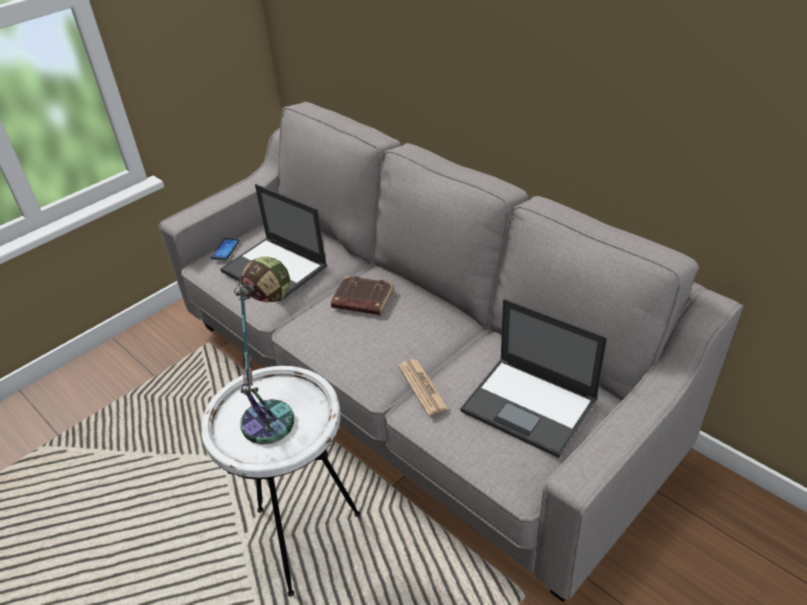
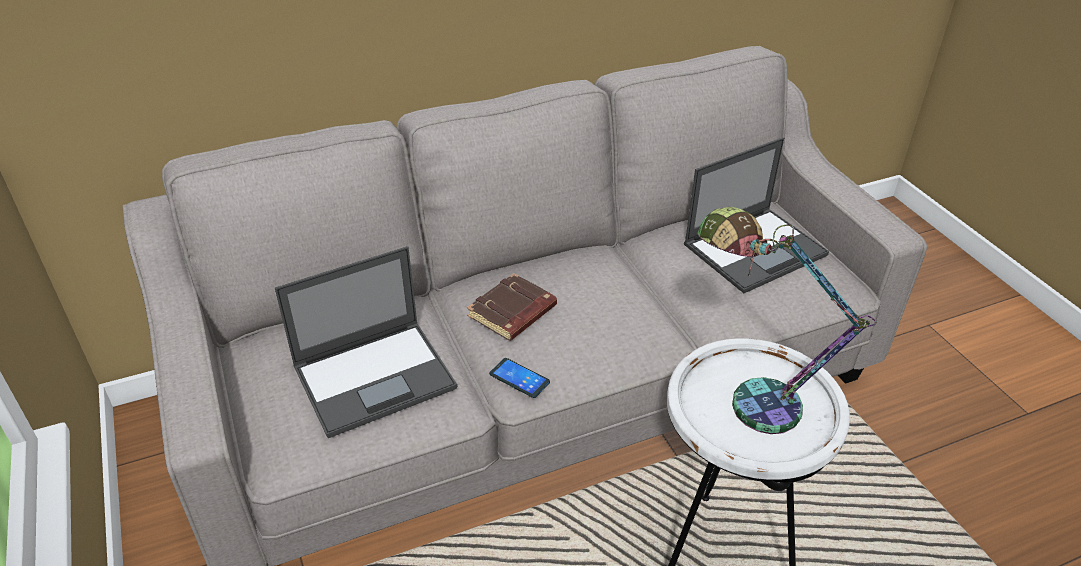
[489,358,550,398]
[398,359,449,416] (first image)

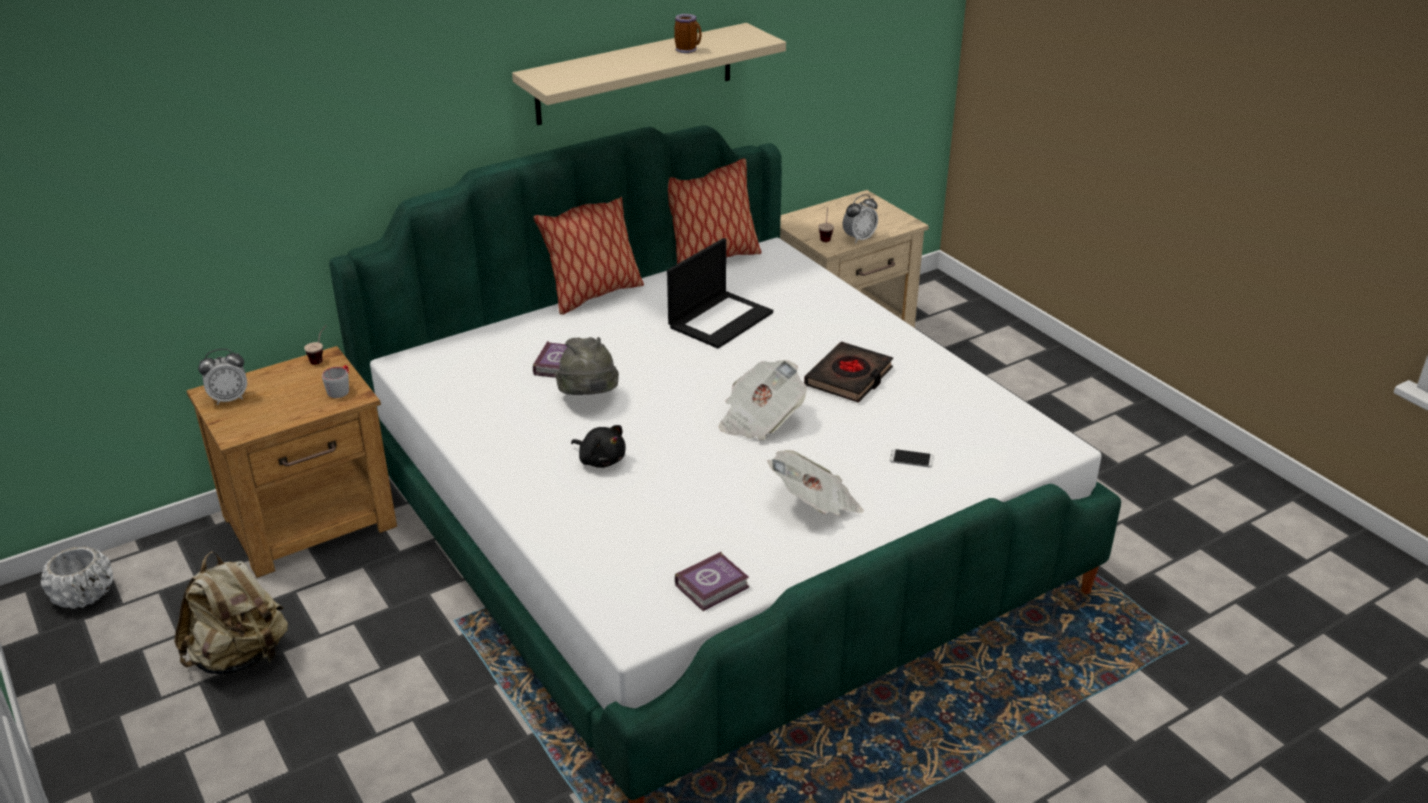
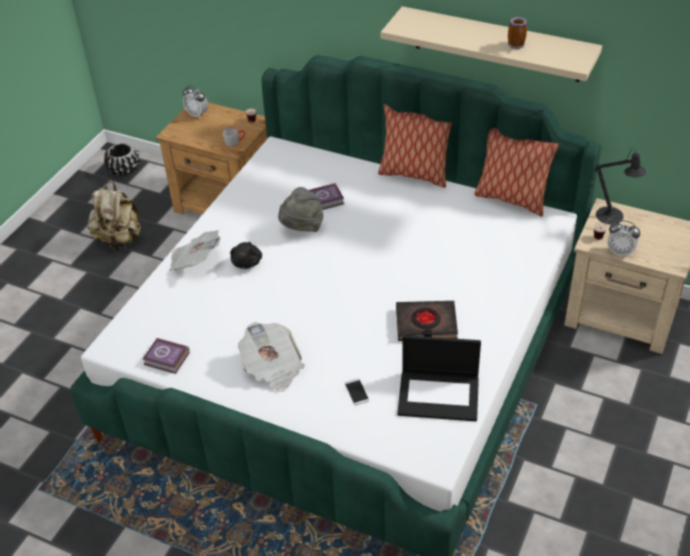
[104,143,140,176]
[397,335,481,421]
[169,230,220,271]
[596,148,647,225]

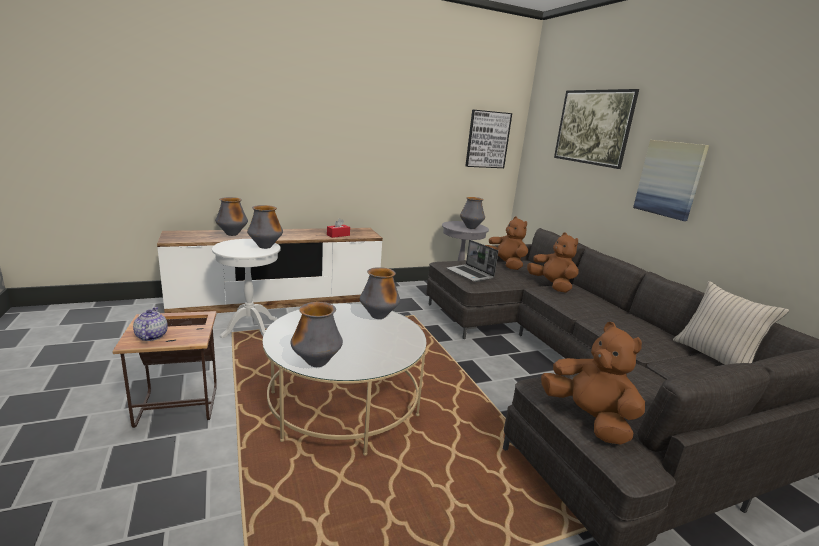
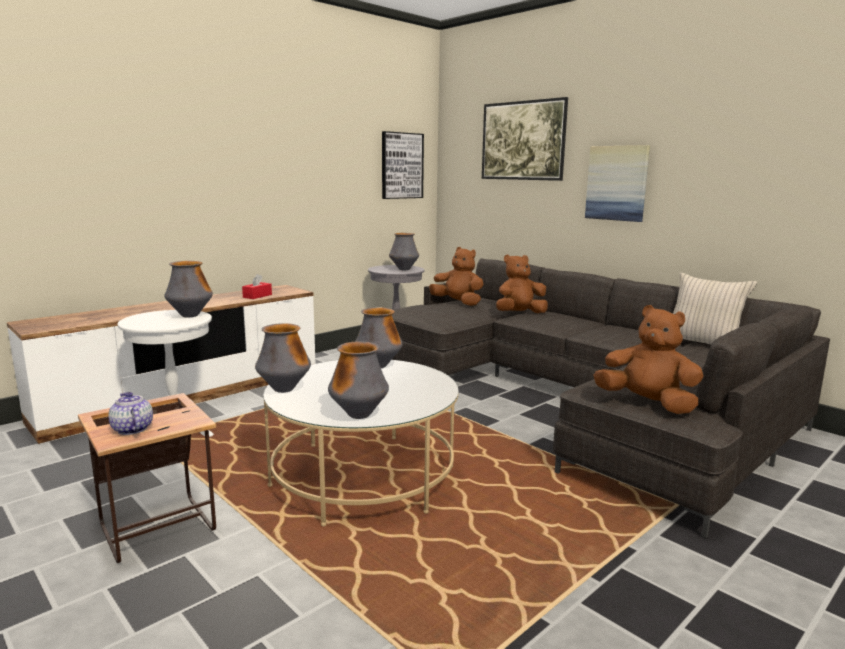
[255,323,311,393]
[446,240,498,282] (first image)
[496,254,548,313]

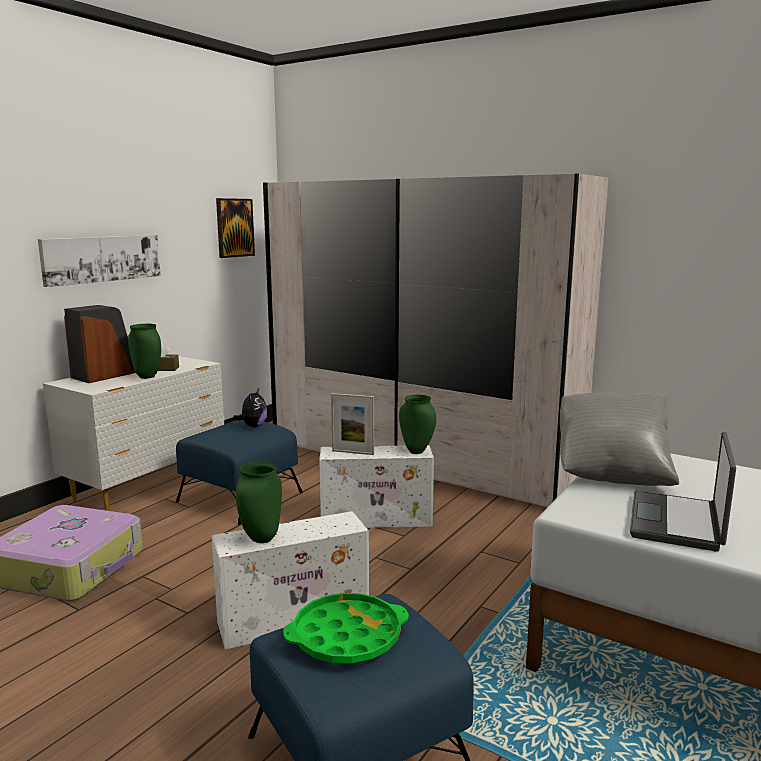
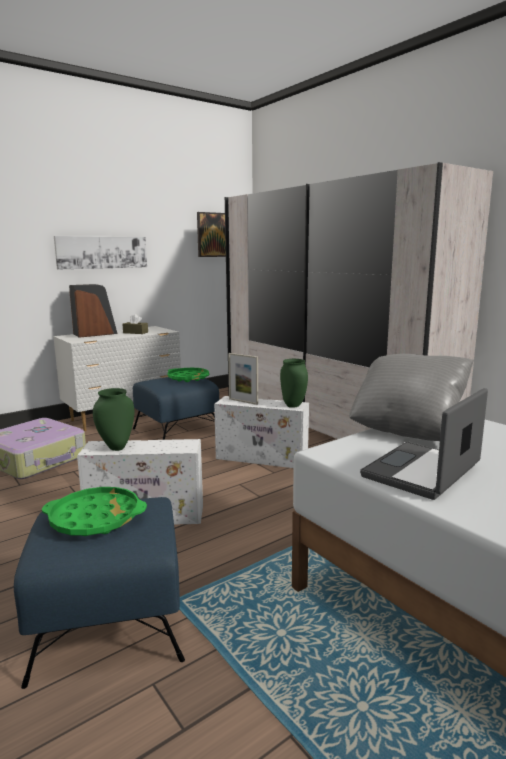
[128,324,161,379] (first image)
[167,368,209,382]

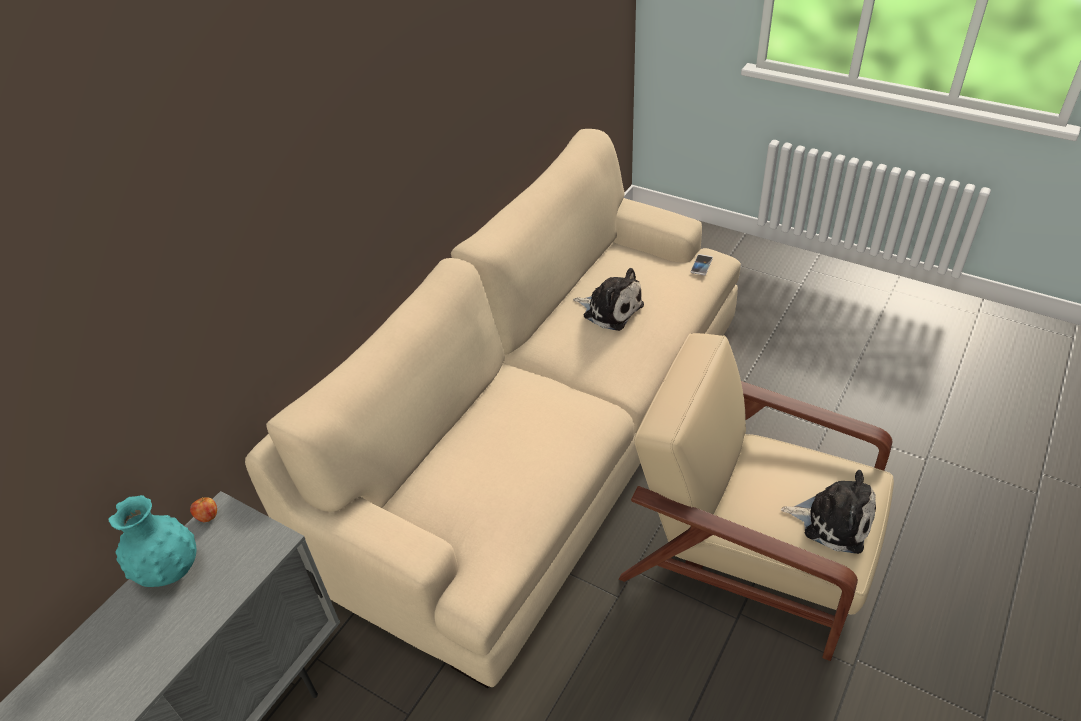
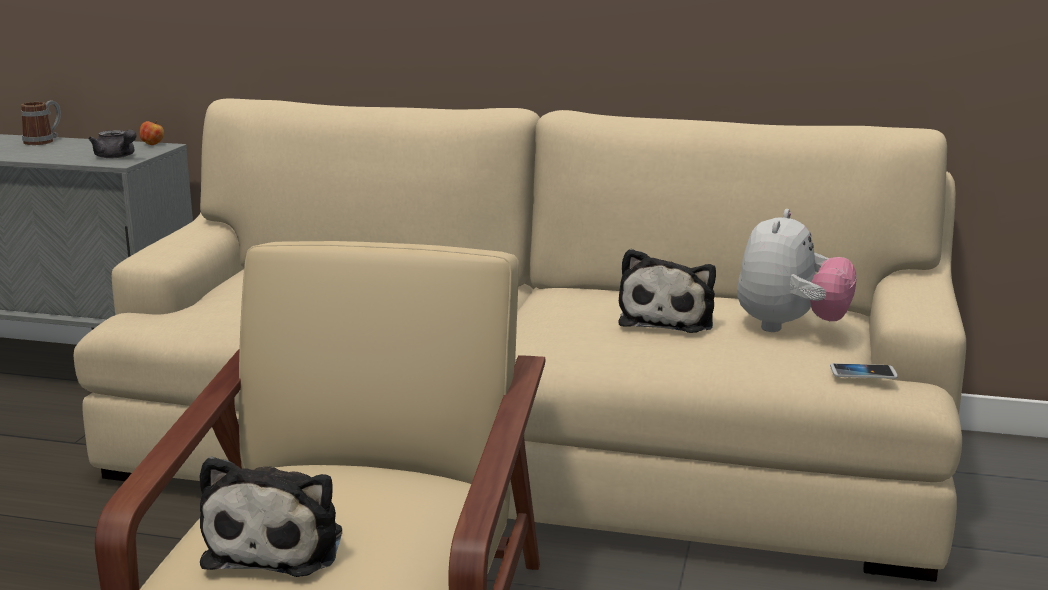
[108,495,196,587] (first image)
[21,101,61,145]
[88,129,137,158]
[737,209,857,332]

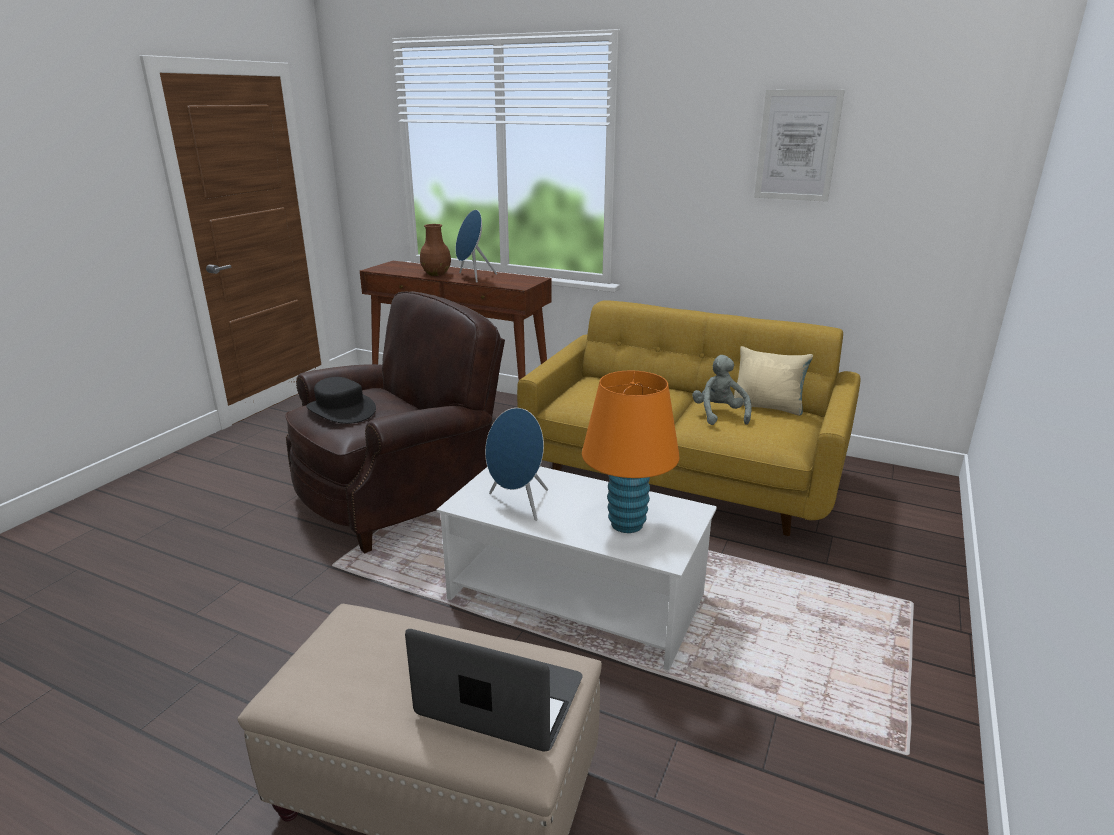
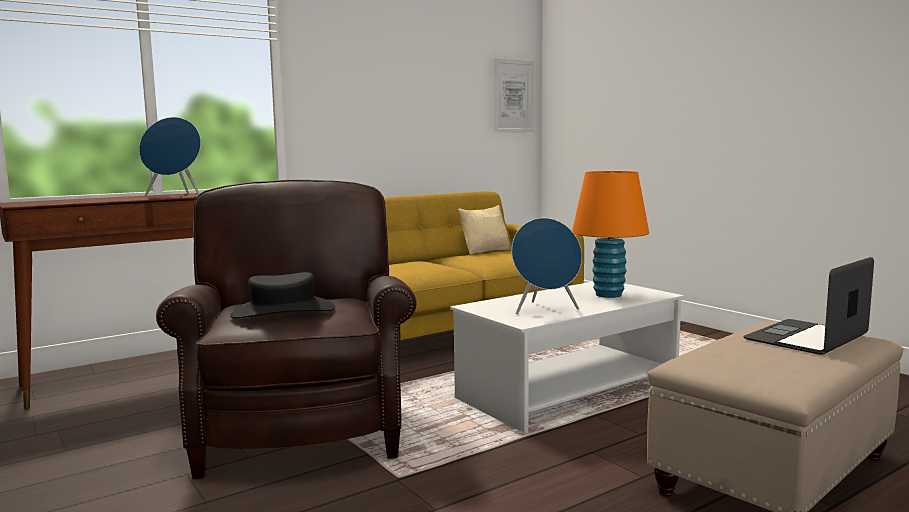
[420,224,451,276] (first image)
[692,355,752,425] (first image)
[493,58,534,132]

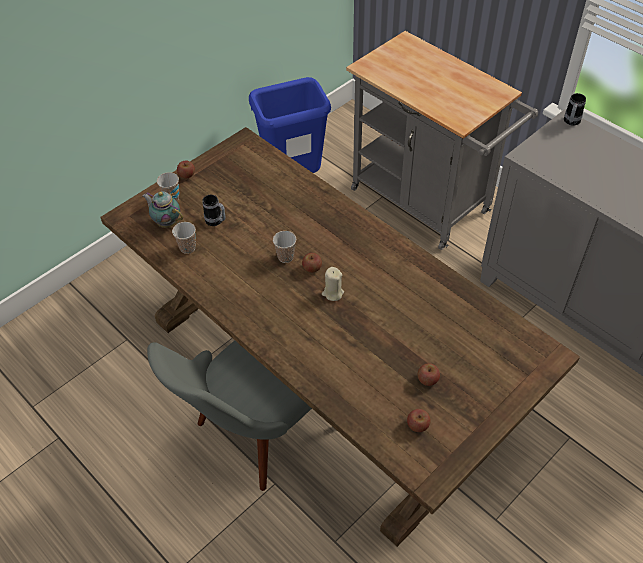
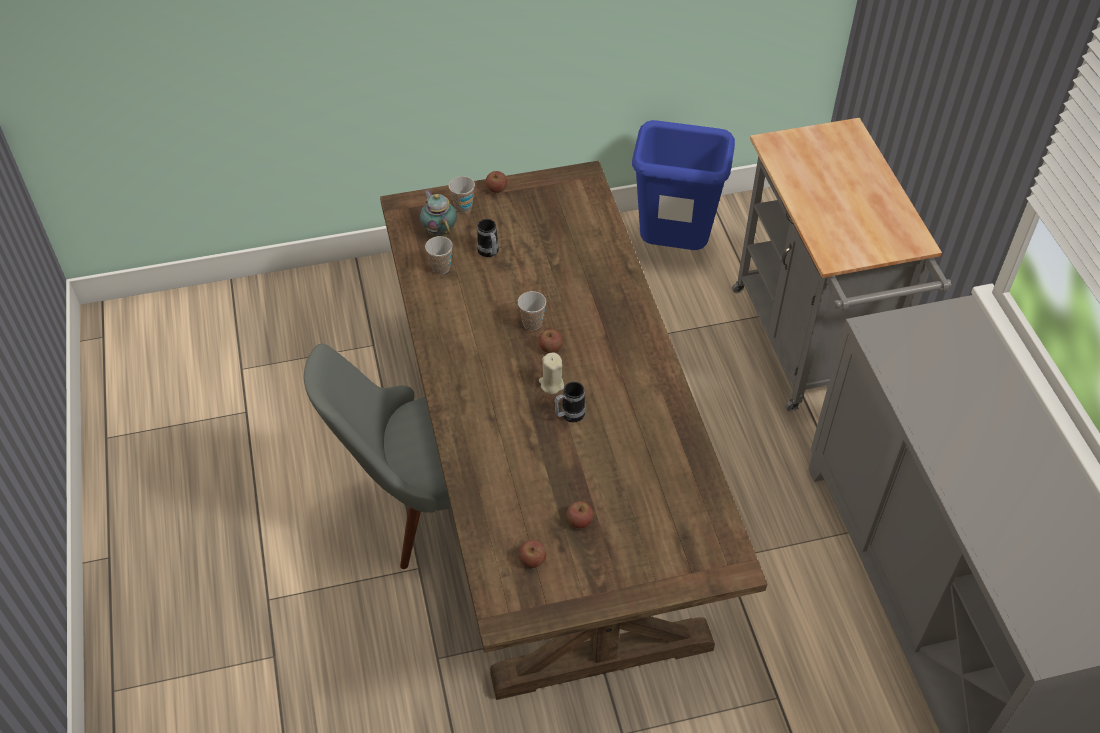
[554,382,586,422]

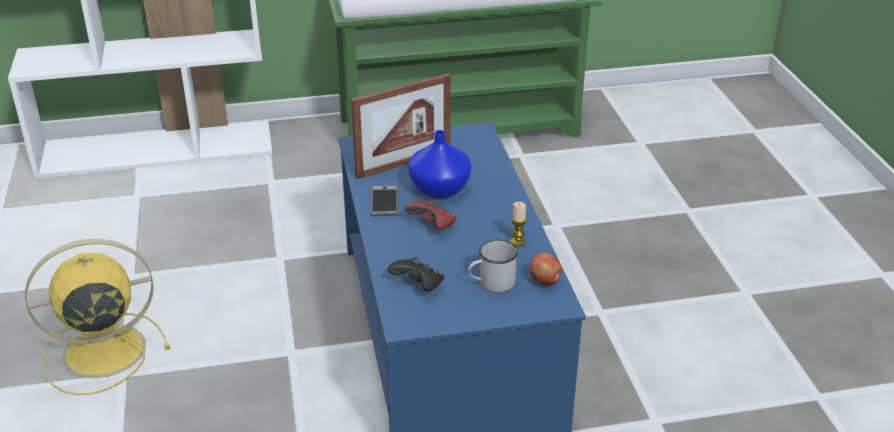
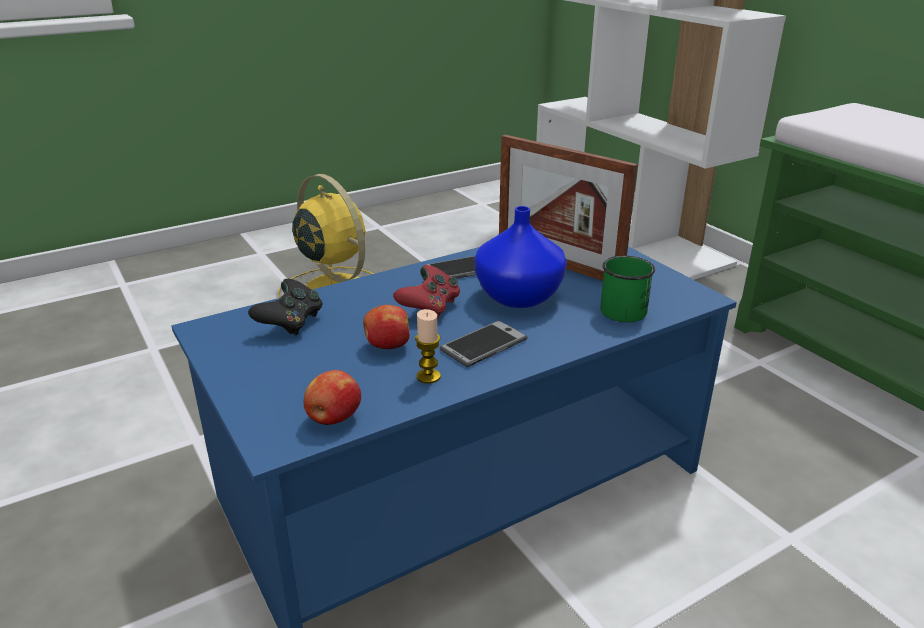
[468,240,518,292] (first image)
[363,305,410,349]
[440,321,528,367]
[600,256,655,322]

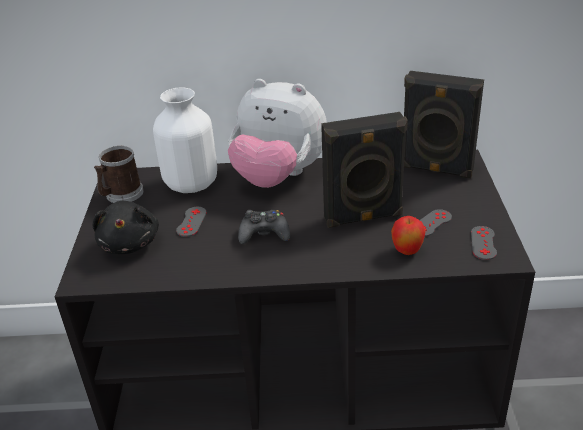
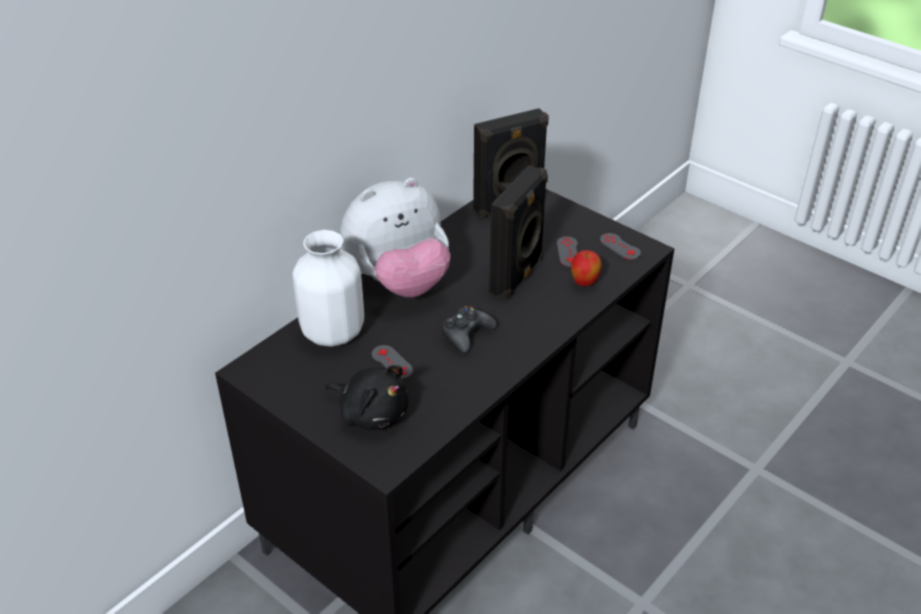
[94,146,144,203] (first image)

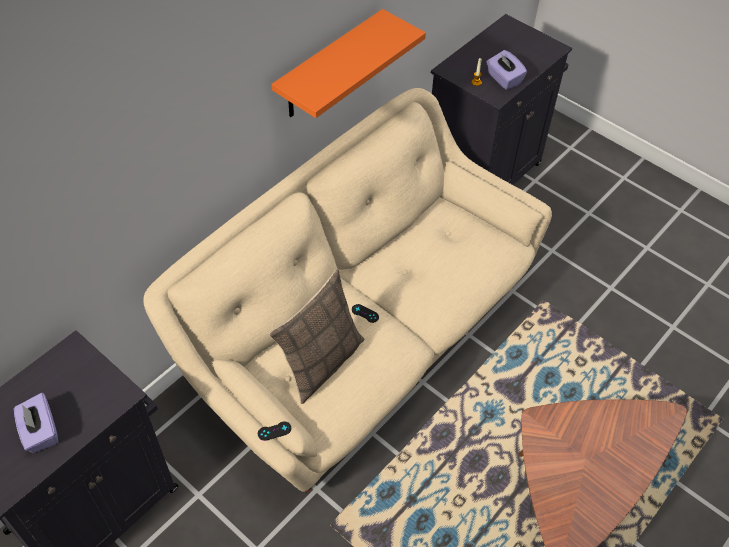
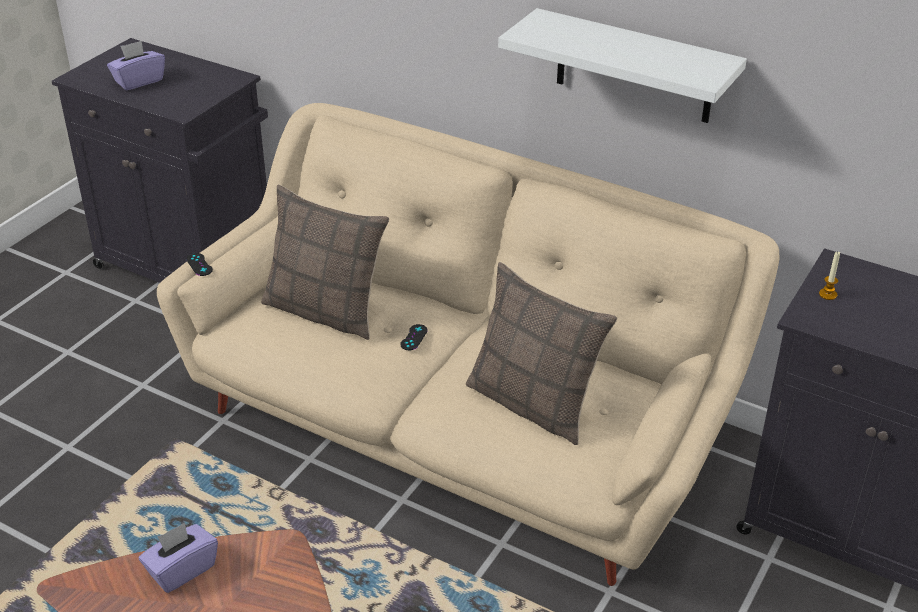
[498,8,747,123]
[139,523,218,593]
[466,262,617,445]

